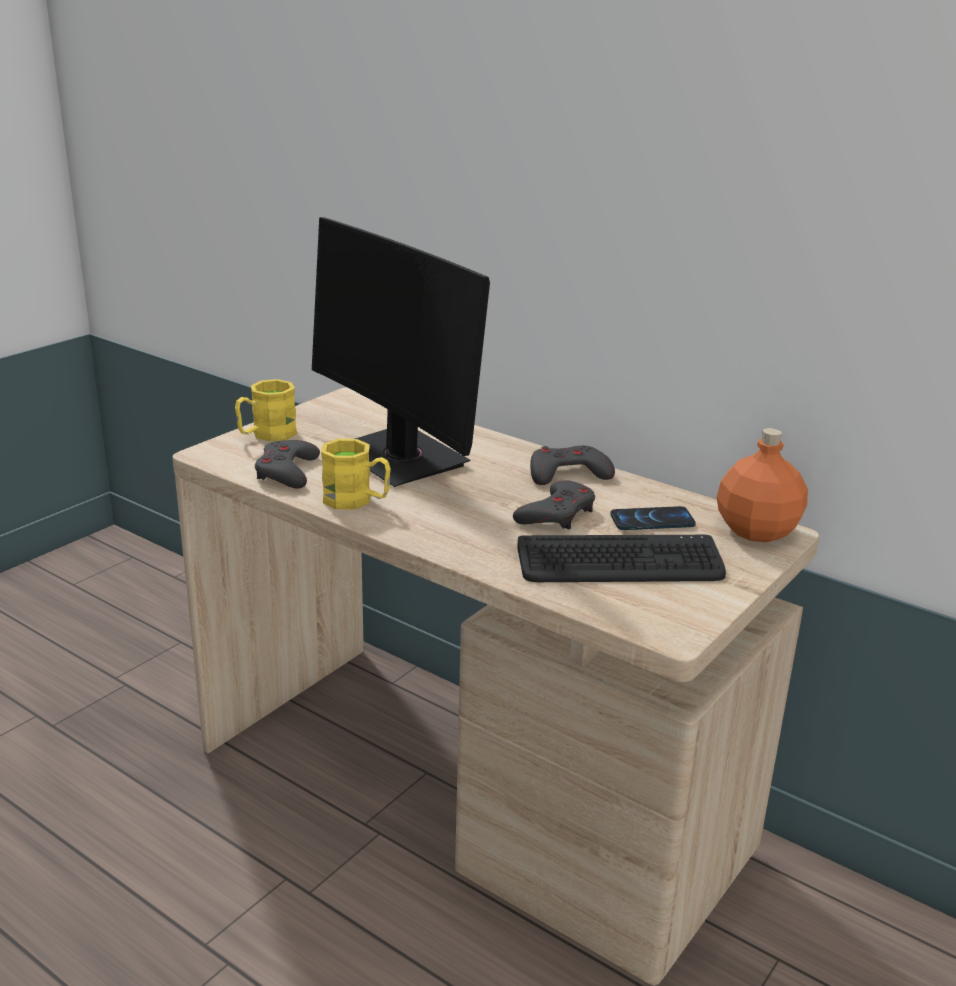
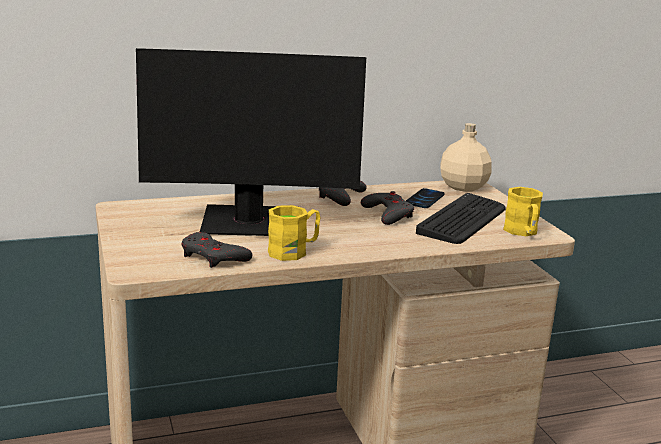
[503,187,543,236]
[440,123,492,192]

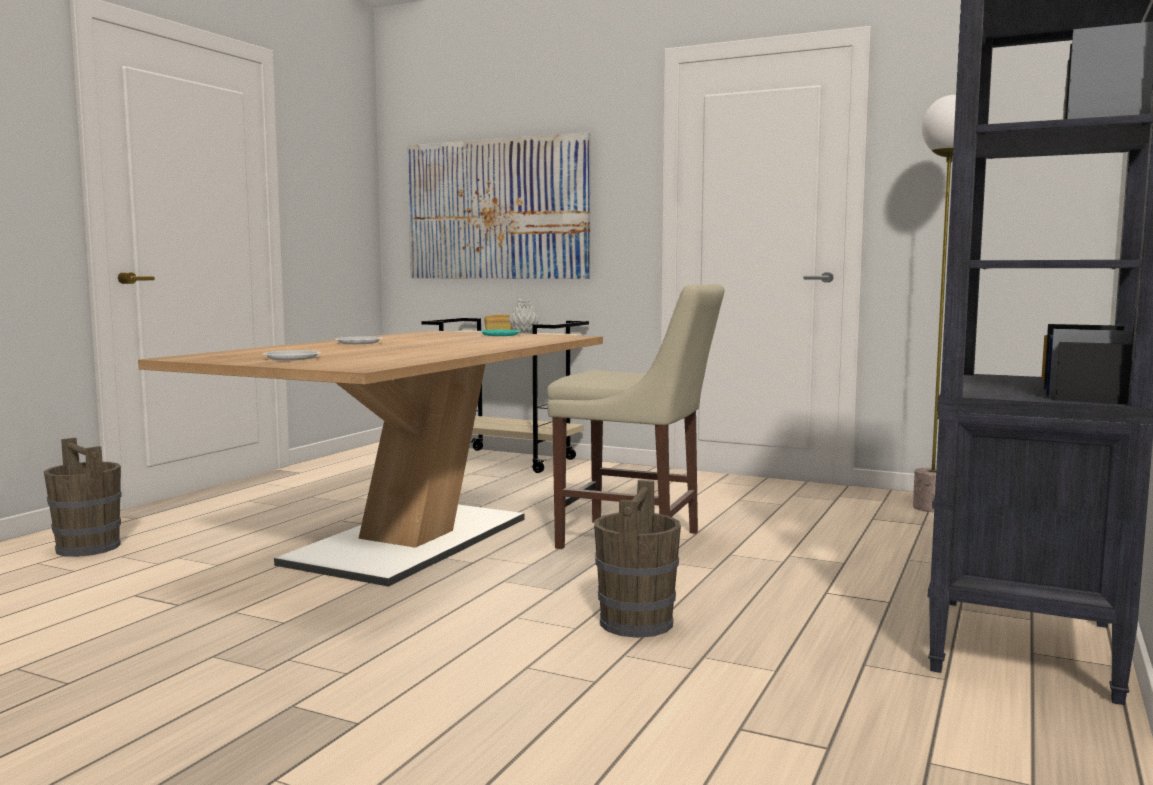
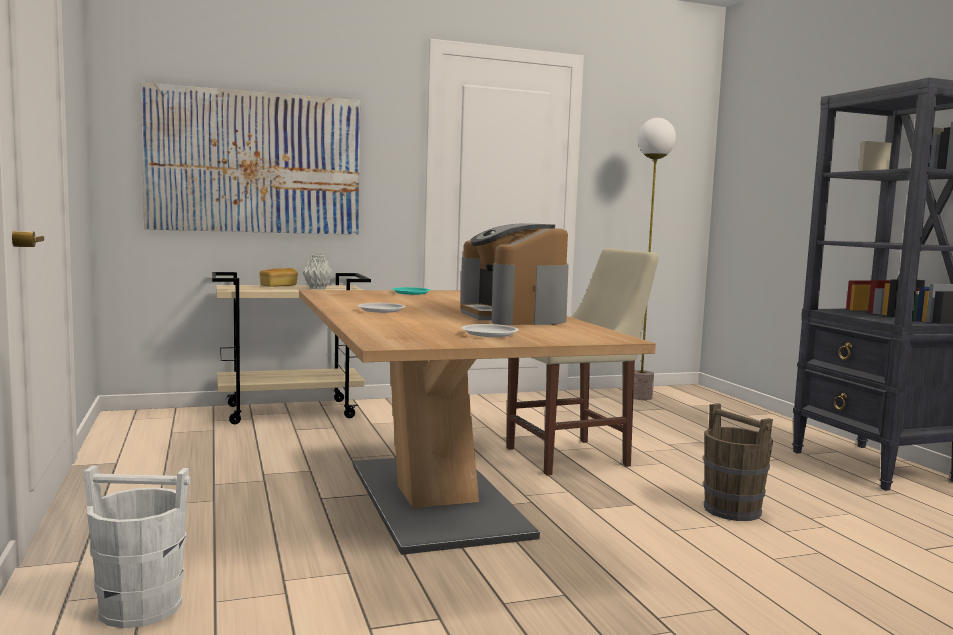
[83,465,191,628]
[460,223,569,325]

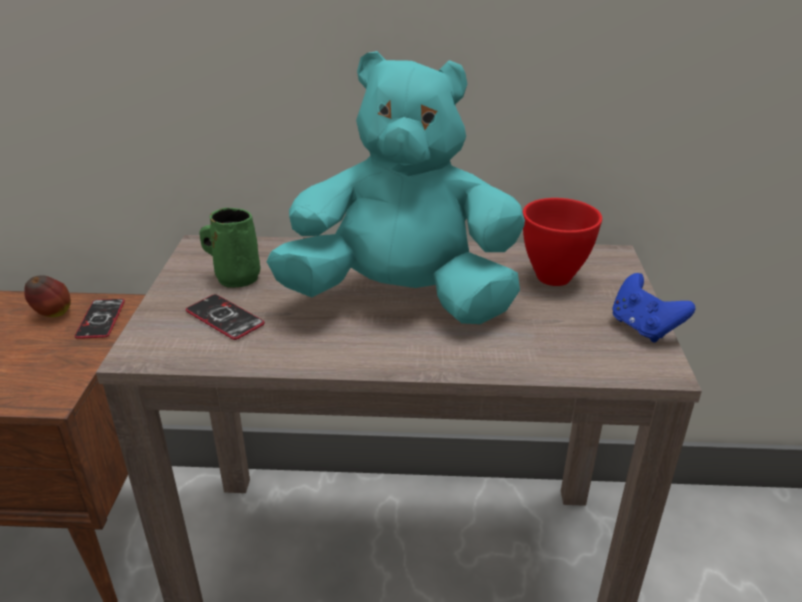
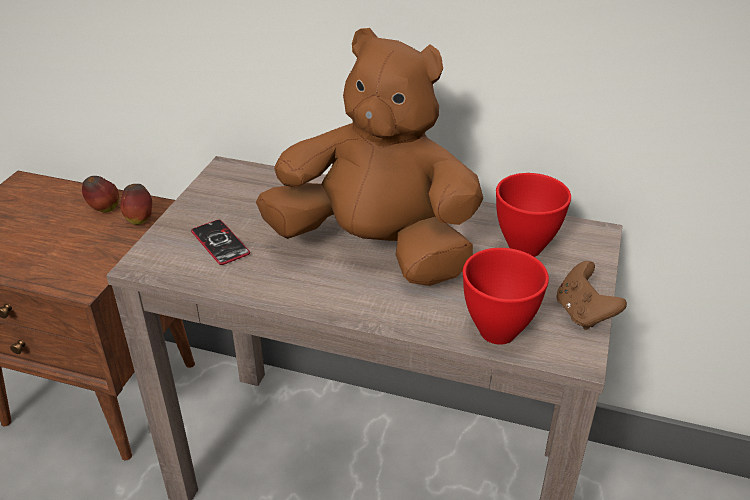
[120,184,152,225]
[199,208,260,288] (first image)
[256,28,483,286]
[556,261,627,330]
[463,248,549,345]

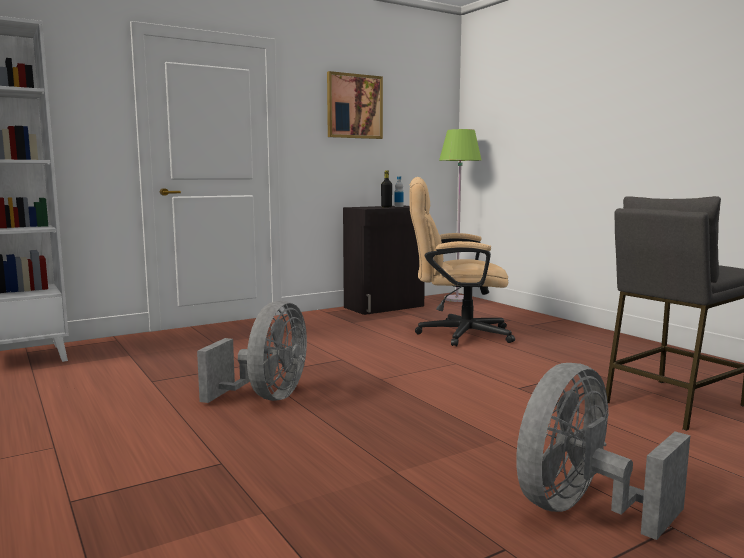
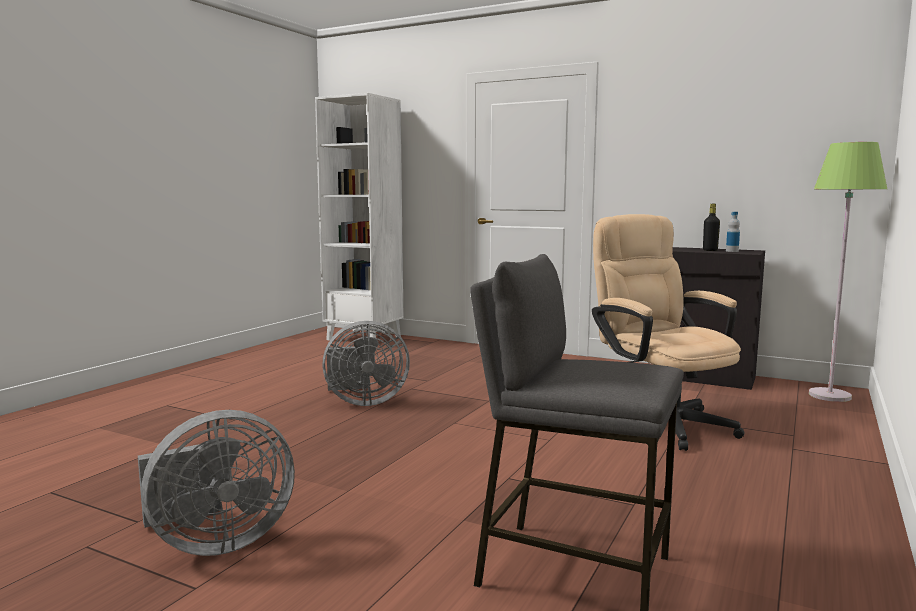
[327,71,383,139] (first image)
[138,410,295,556]

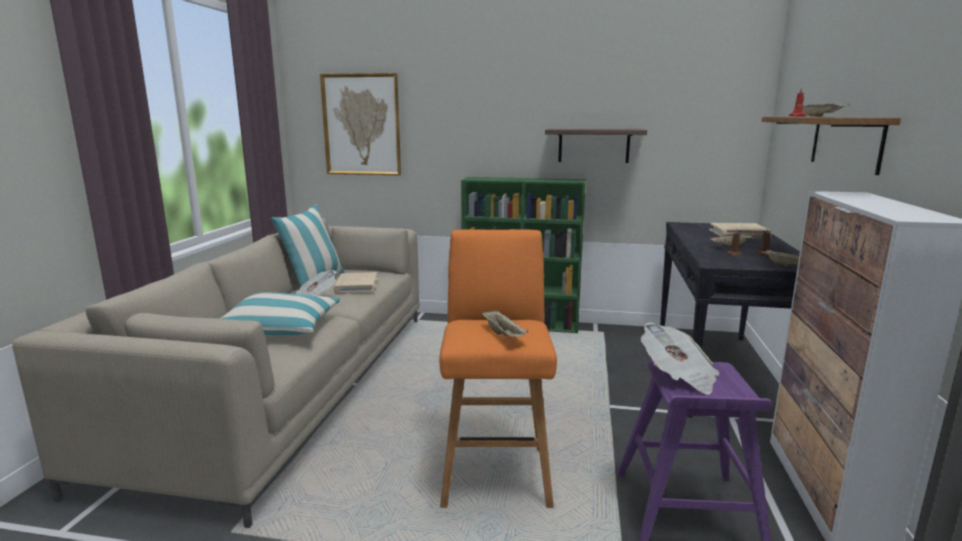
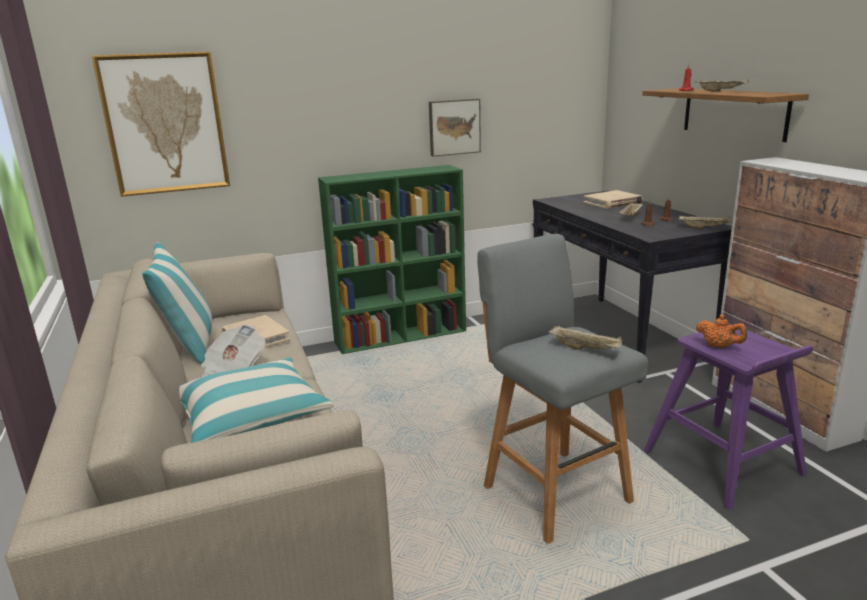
[477,234,648,544]
[429,99,481,157]
[696,315,747,348]

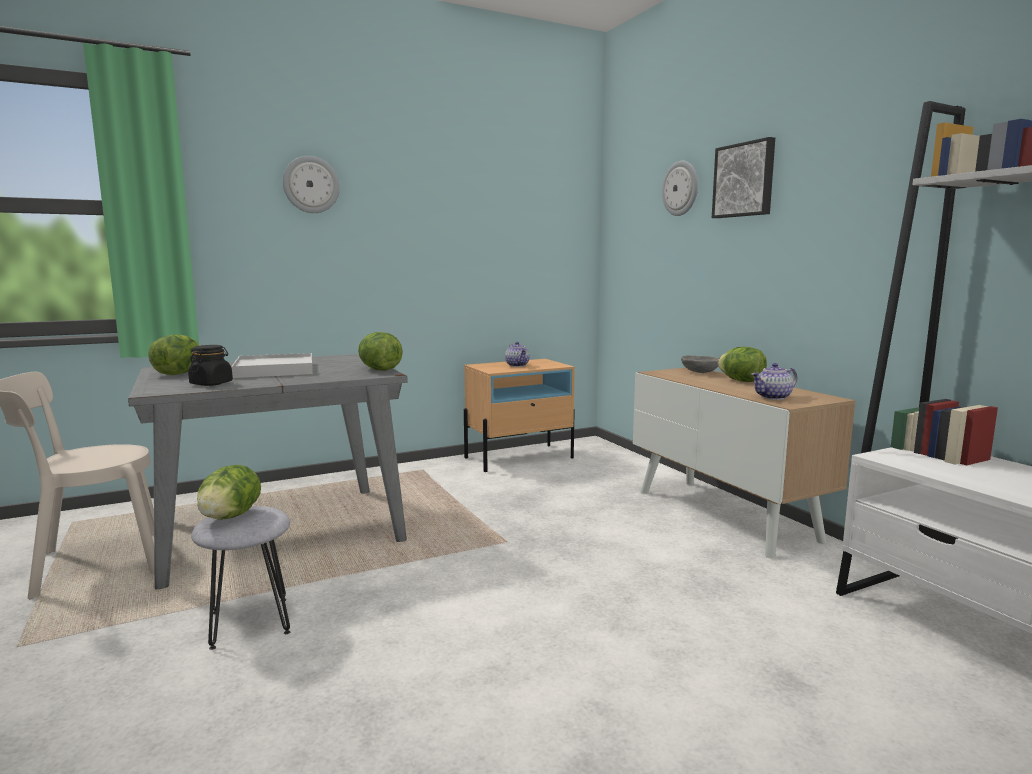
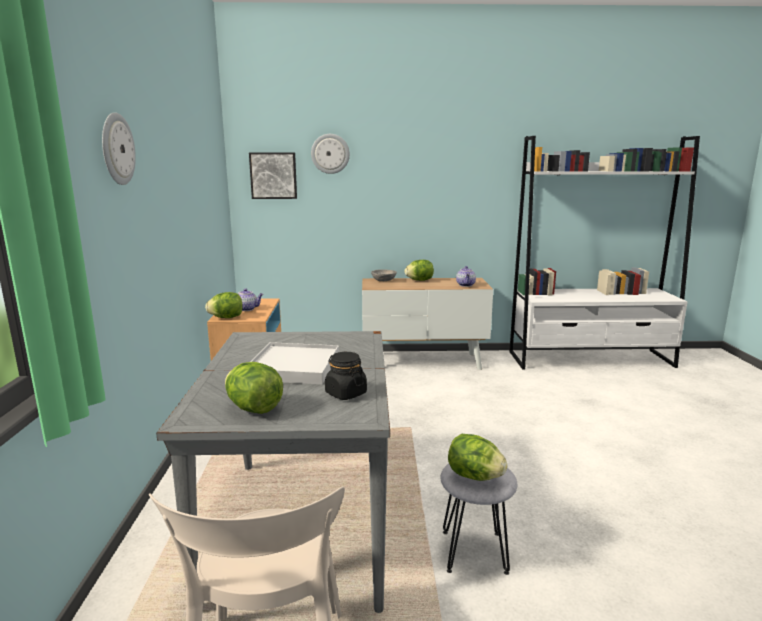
[205,292,243,318]
[249,153,297,199]

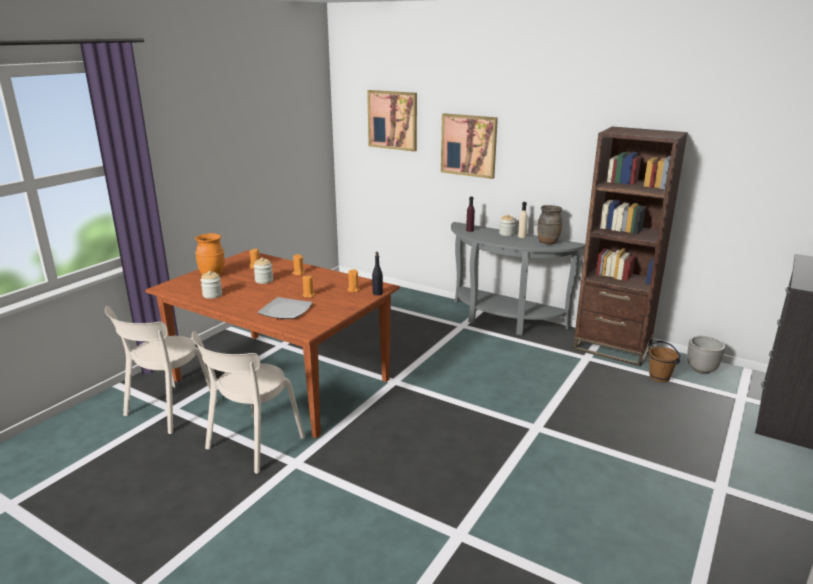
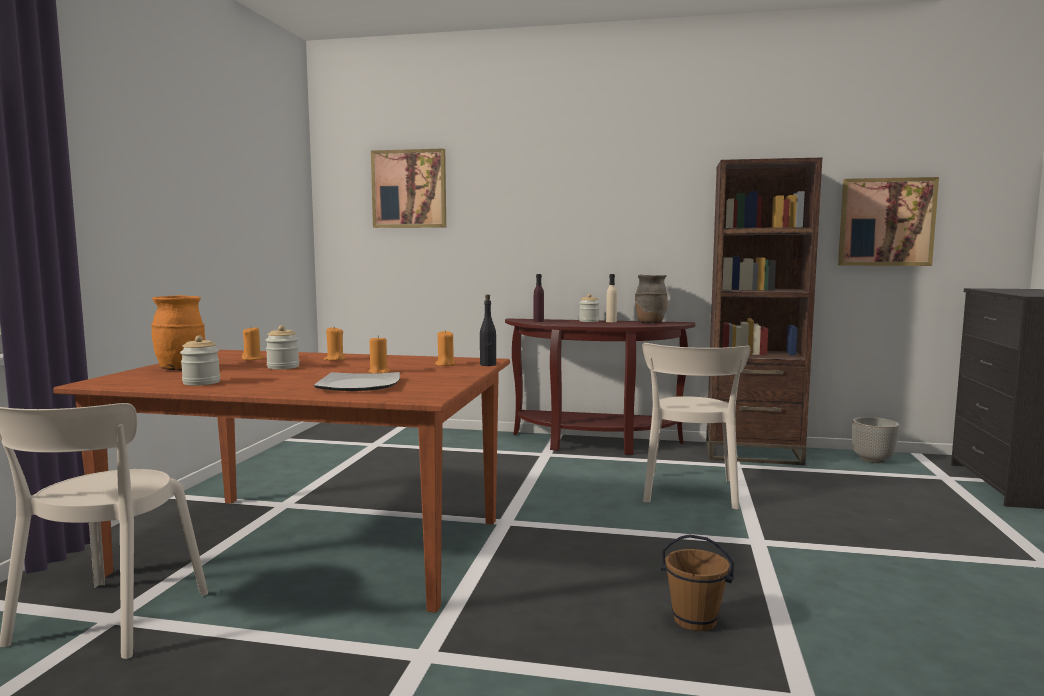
[642,343,751,510]
[838,177,939,266]
[505,319,695,455]
[660,534,734,631]

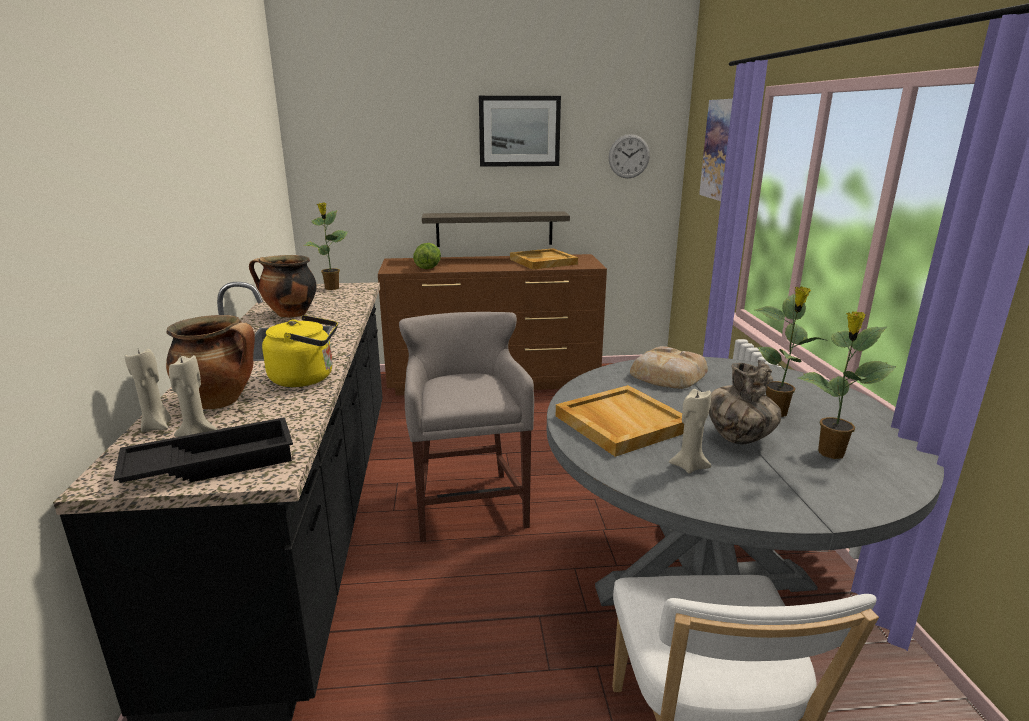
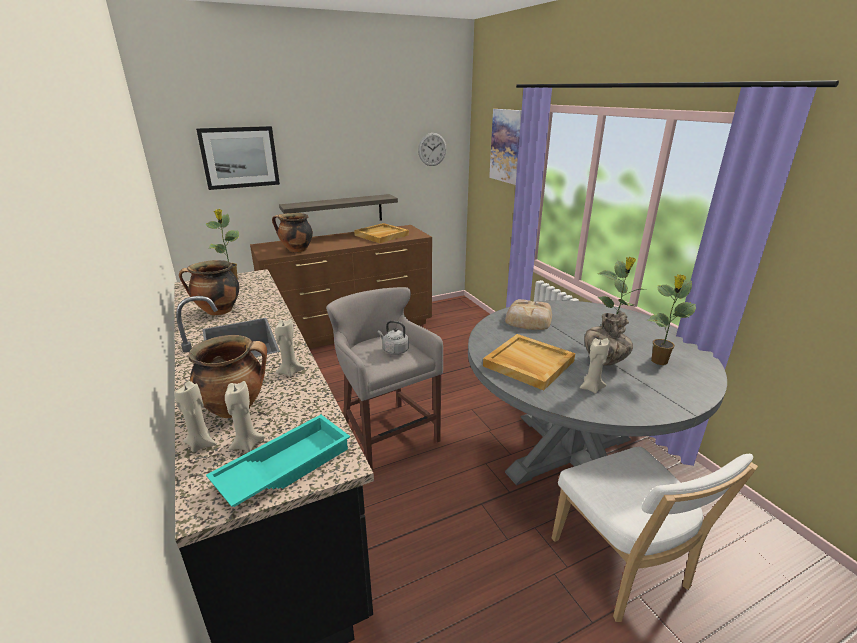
[206,415,350,507]
[275,319,305,377]
[272,213,313,252]
[196,126,280,190]
[378,321,409,355]

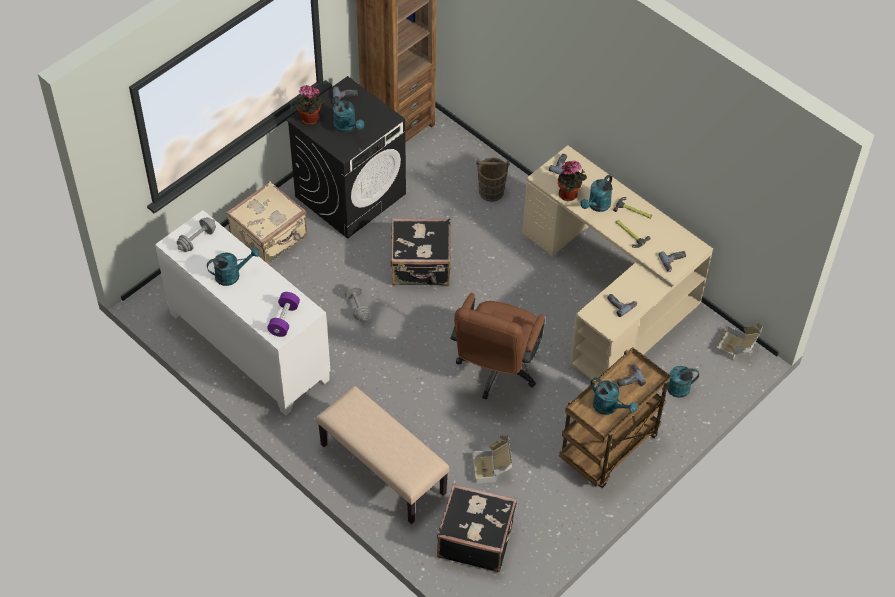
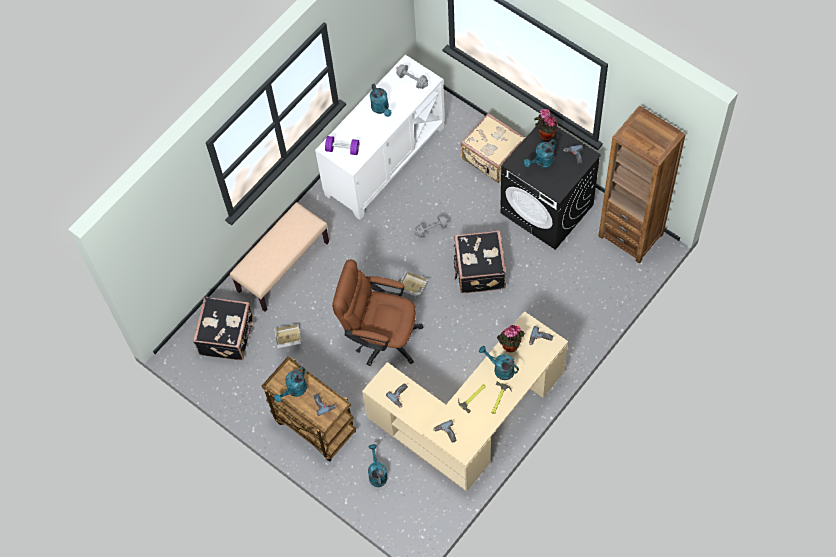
[476,158,510,202] (first image)
[395,271,428,296]

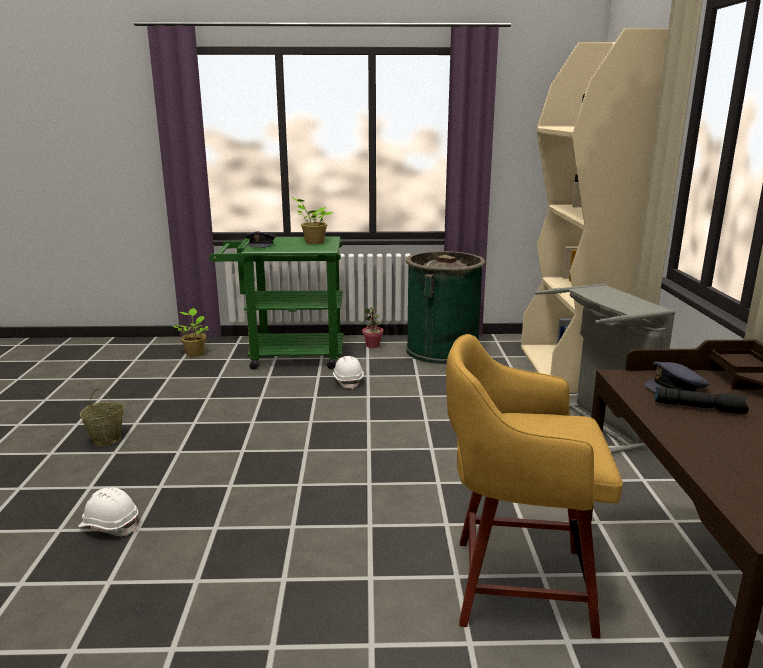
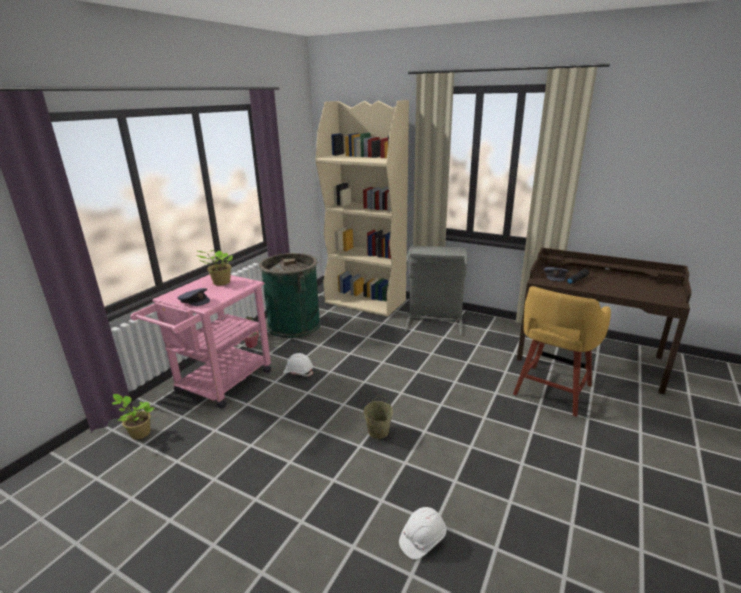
[364,396,393,439]
[130,274,271,409]

